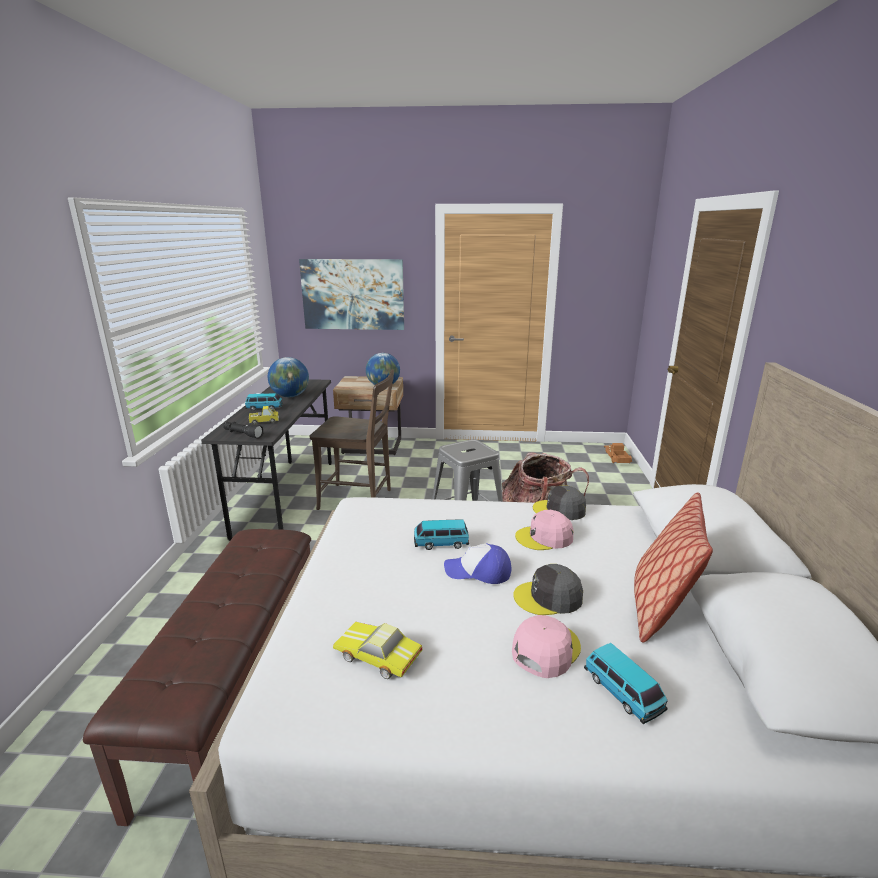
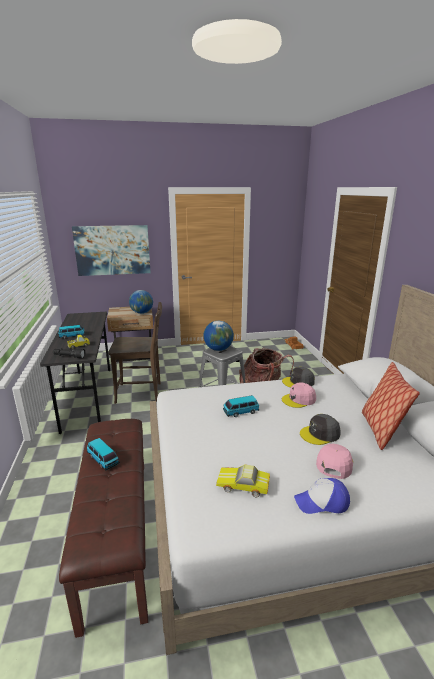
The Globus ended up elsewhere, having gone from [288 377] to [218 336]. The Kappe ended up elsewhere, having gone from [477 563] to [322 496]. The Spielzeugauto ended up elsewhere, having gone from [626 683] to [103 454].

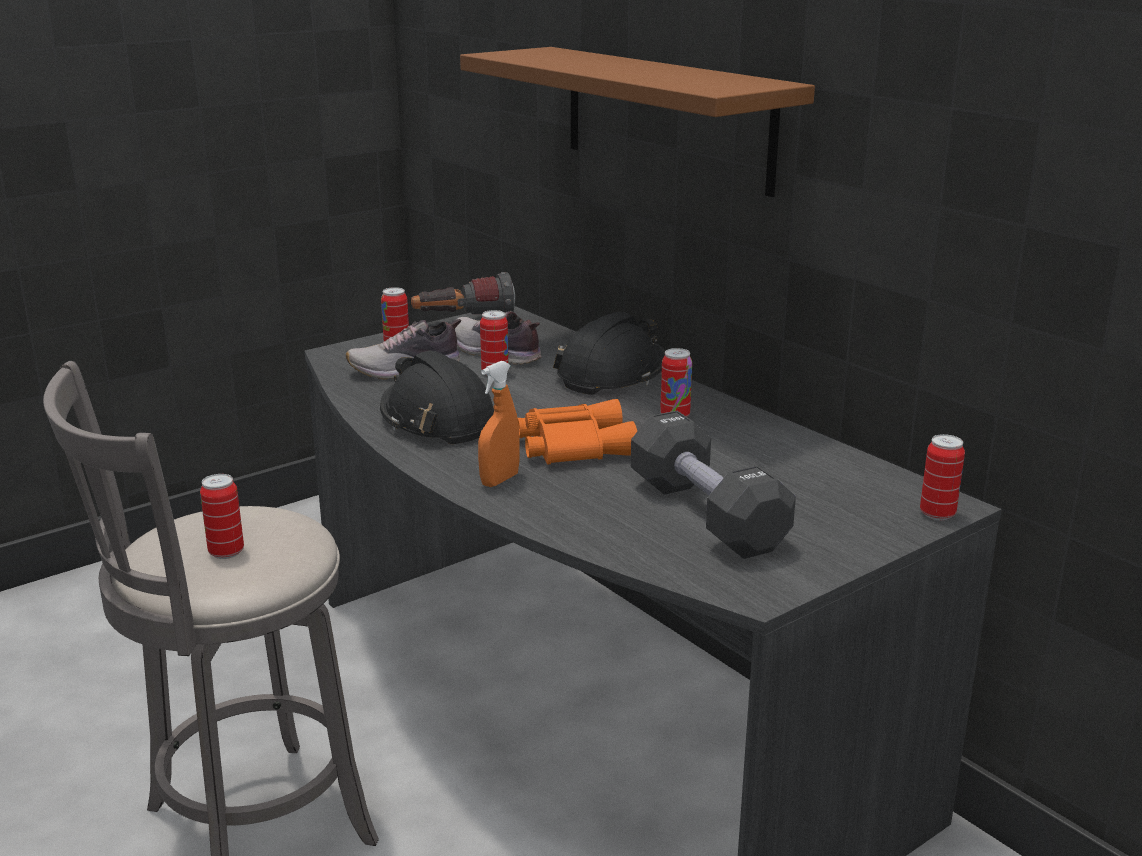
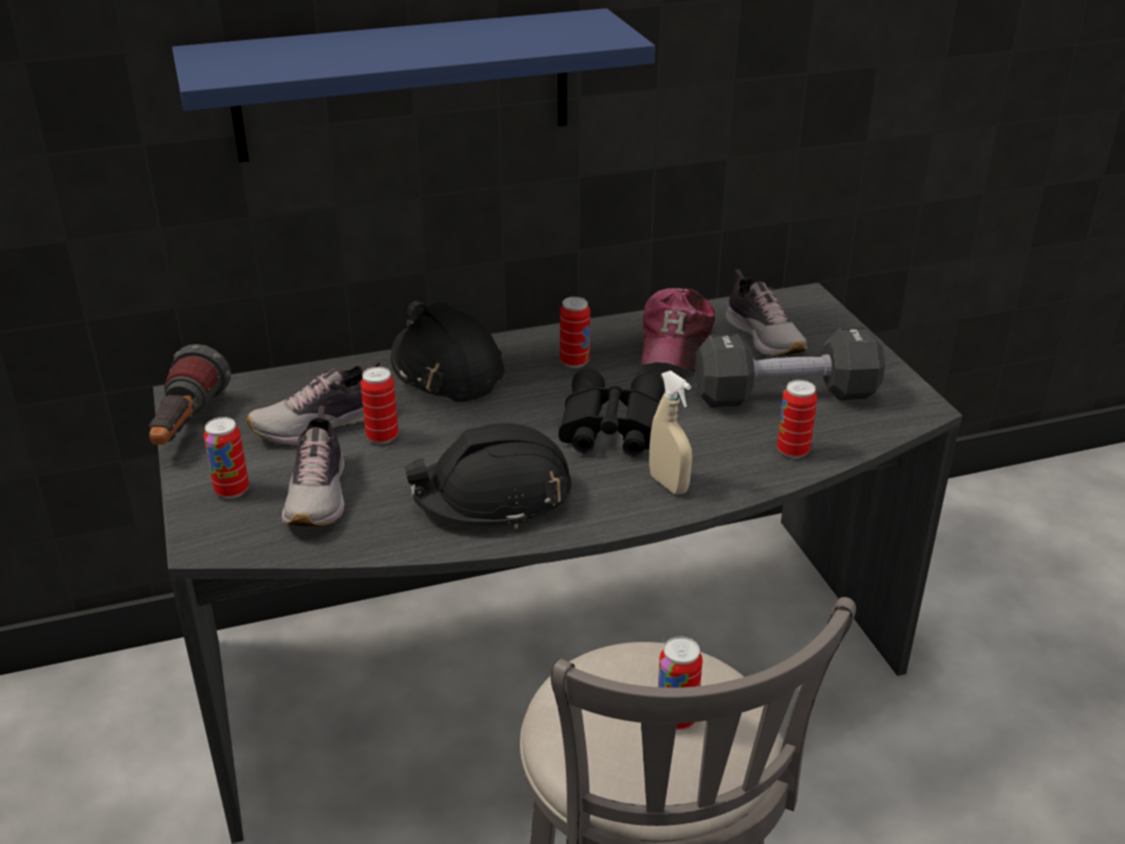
What was the Wandregal/braun at [637 122] turned into the Wandregal/blau at [413 85]. What was the Sprühflasche/orange at [499 424] turned into the Sprühflasche/beige at [670 432]. What was the Fernglas/orange at [577 432] turned into the Fernglas/schwarz at [611 413]. The Dose ended up elsewhere, having gone from [942 477] to [797 419]. The second view gained the Schuh at [766 312]. The second view gained the Kappe at [678 329].

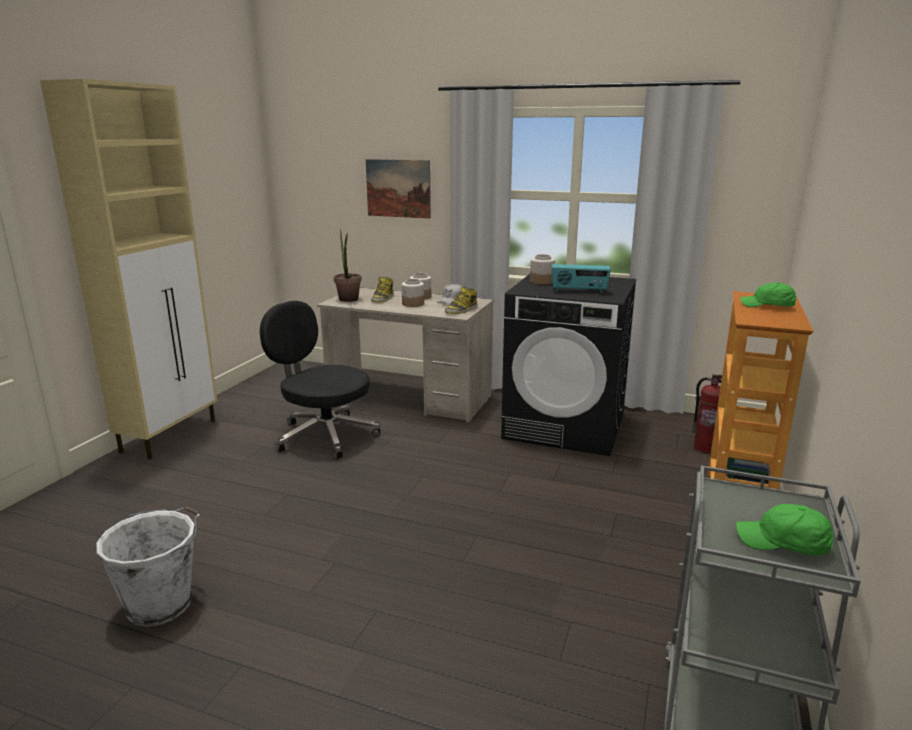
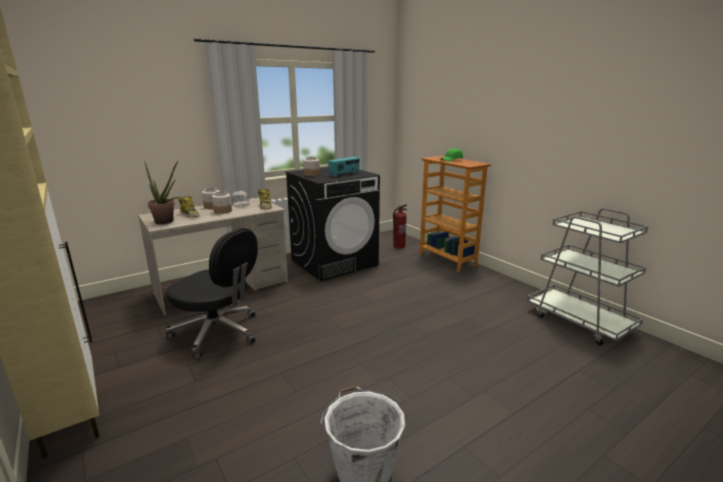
The second view lost the Bild at [398 189]. The Bürostuhl/schwarz at [320 380] ended up facing another way, 135 degrees counterclockwise from before. The second view lost the Kappe/grün at [785 530].

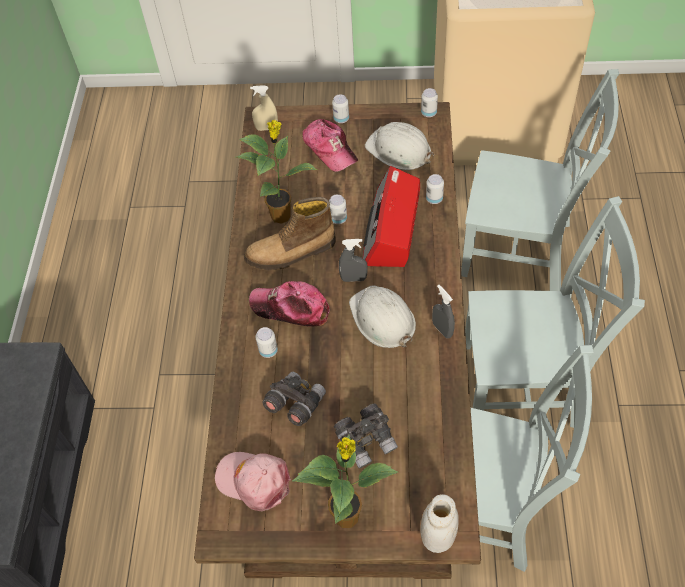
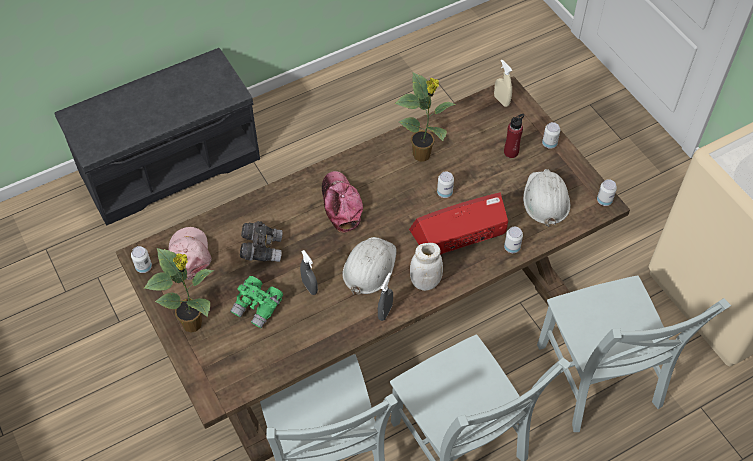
Where the Kappe stood at [330 145], the Flasche/rot came to stand at [514 136]. The second view lost the Stiefel at [290 234]. The Sprühflasche/grau ended up elsewhere, having gone from [353 260] to [309 272]. The Dose ended up elsewhere, having gone from [267 342] to [141 259]. What was the Fernglas/grau at [366 436] turned into the Fernglas/grün at [256 302]. The Vorratsglas/weiß ended up elsewhere, having gone from [439 523] to [426 267].

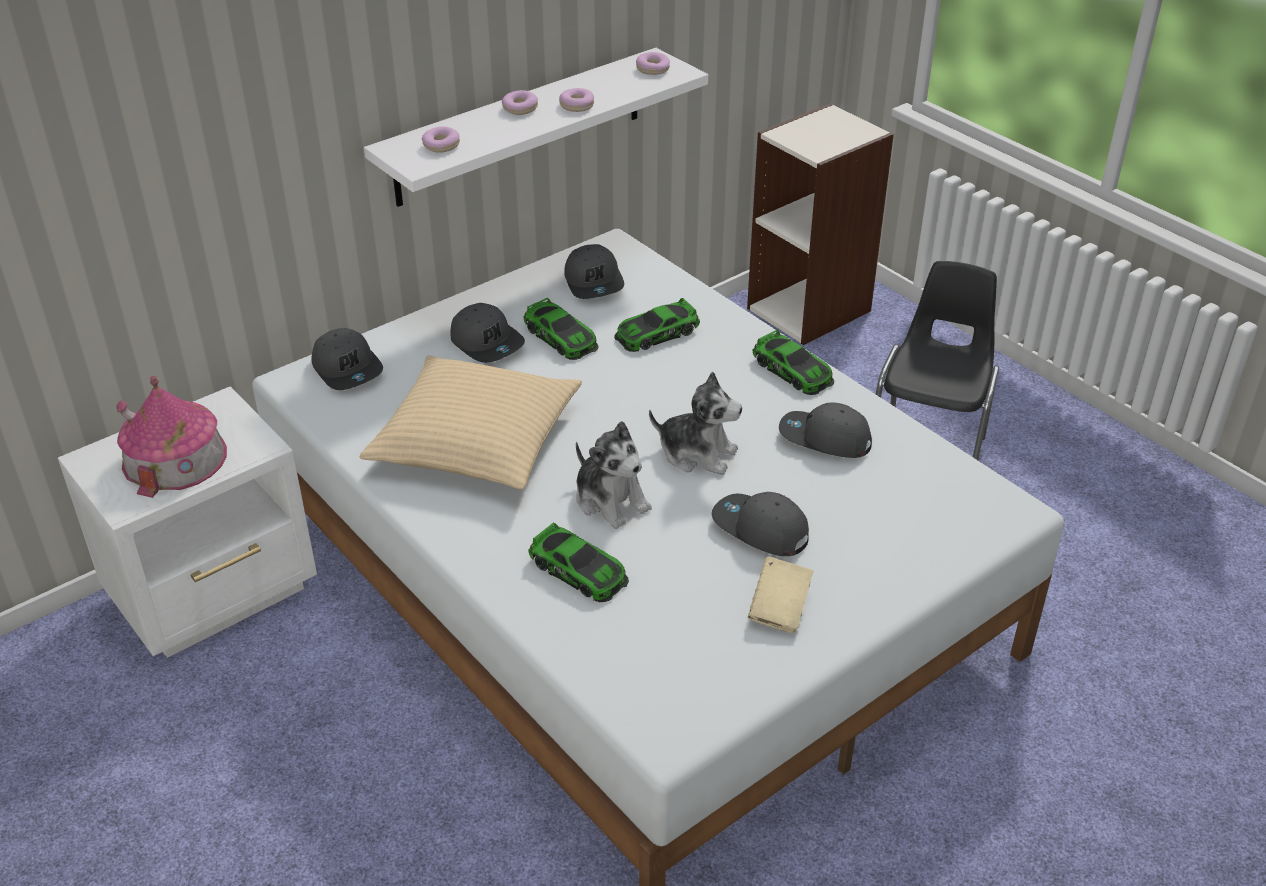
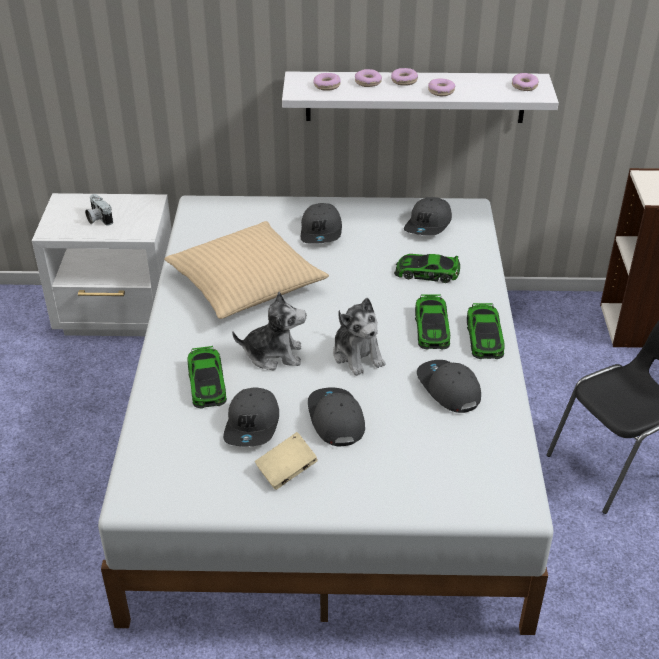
The Spielzeugauto ended up elsewhere, having gone from [561 329] to [432 322]. The Kappe/grau ended up elsewhere, having gone from [347 359] to [251 416]. Where the Spielzeughaus stood at [171 437], the Kamera came to stand at [99 210]. The Plüschtier at [614 475] ended up facing another way, 90 degrees counterclockwise from before. The second view gained the Donut at [368 78].

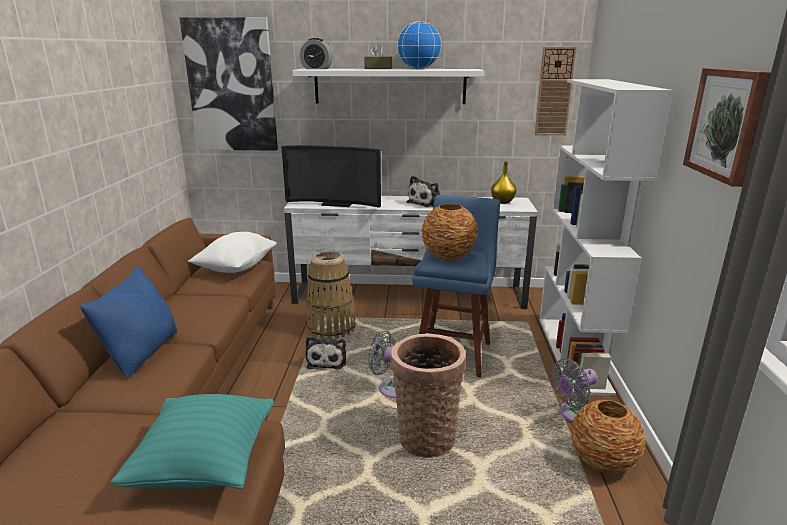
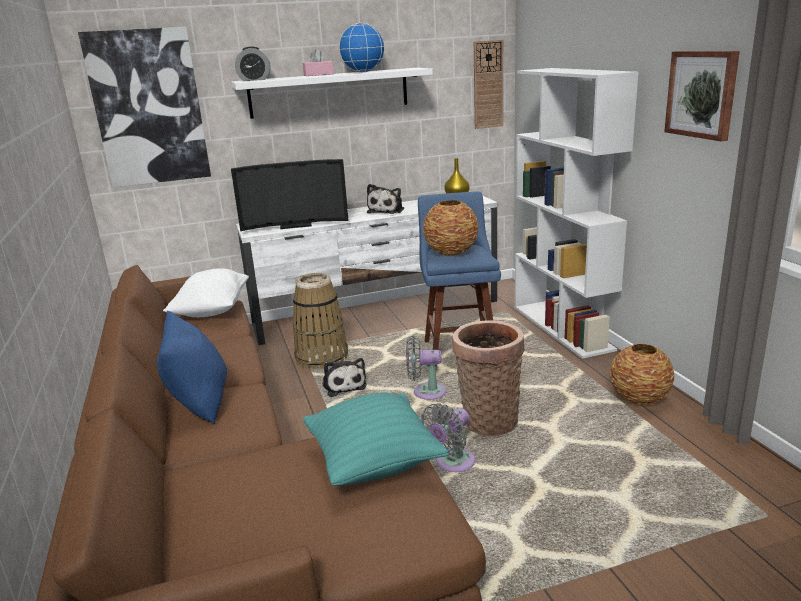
What was the Taschentuchbox/braun at [378 57] turned into the Taschentuchbox/rosa at [318 62]. The Ventilator/grau ended up elsewhere, having gone from [574 391] to [448 437].

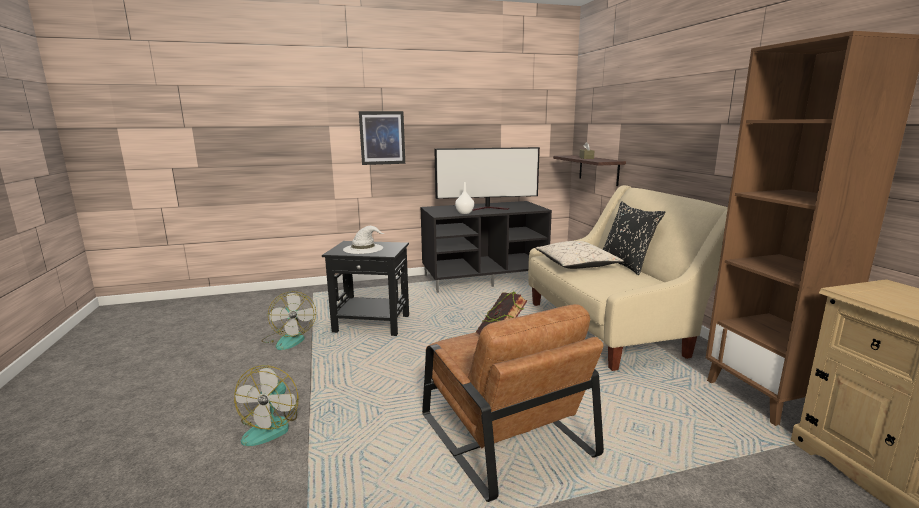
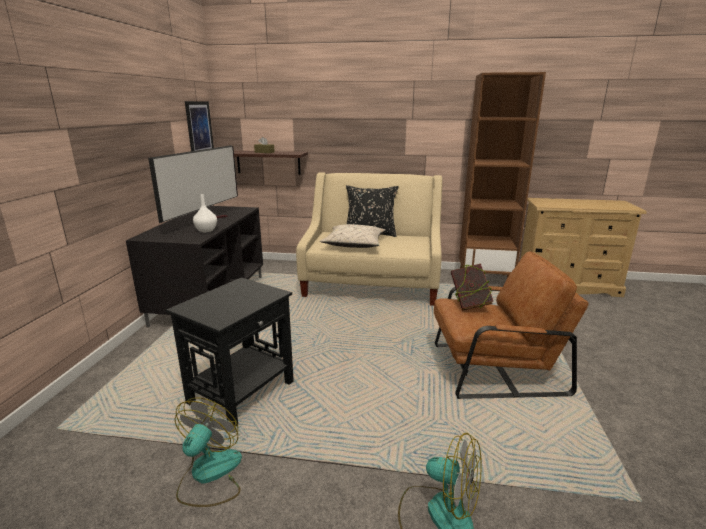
The Bild ended up elsewhere, having gone from [382 138] to [199 126]. The second view lost the Hut/weiß at [364 240]. The Ventilator at [289 320] ended up facing another way, 75 degrees counterclockwise from before.

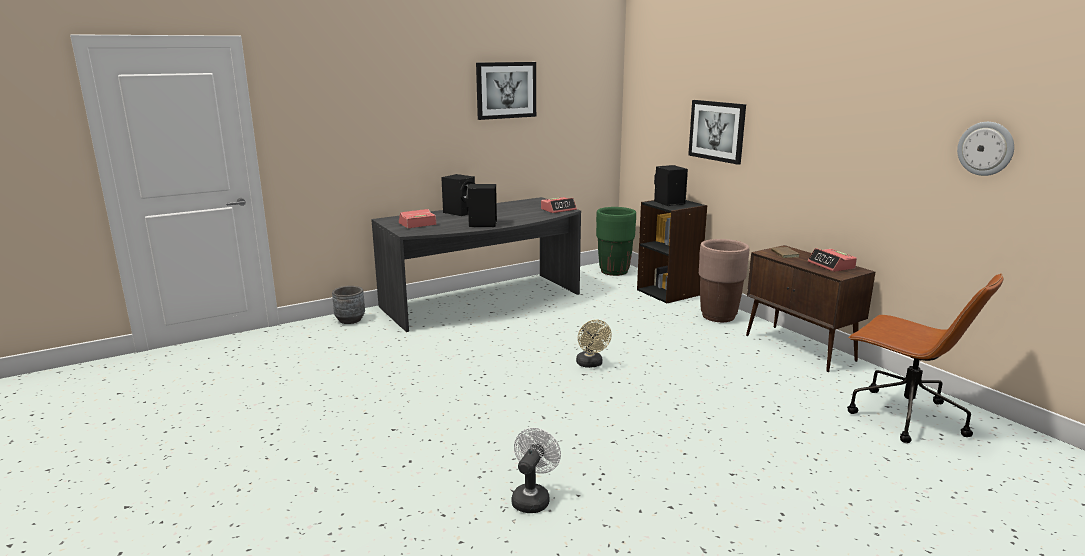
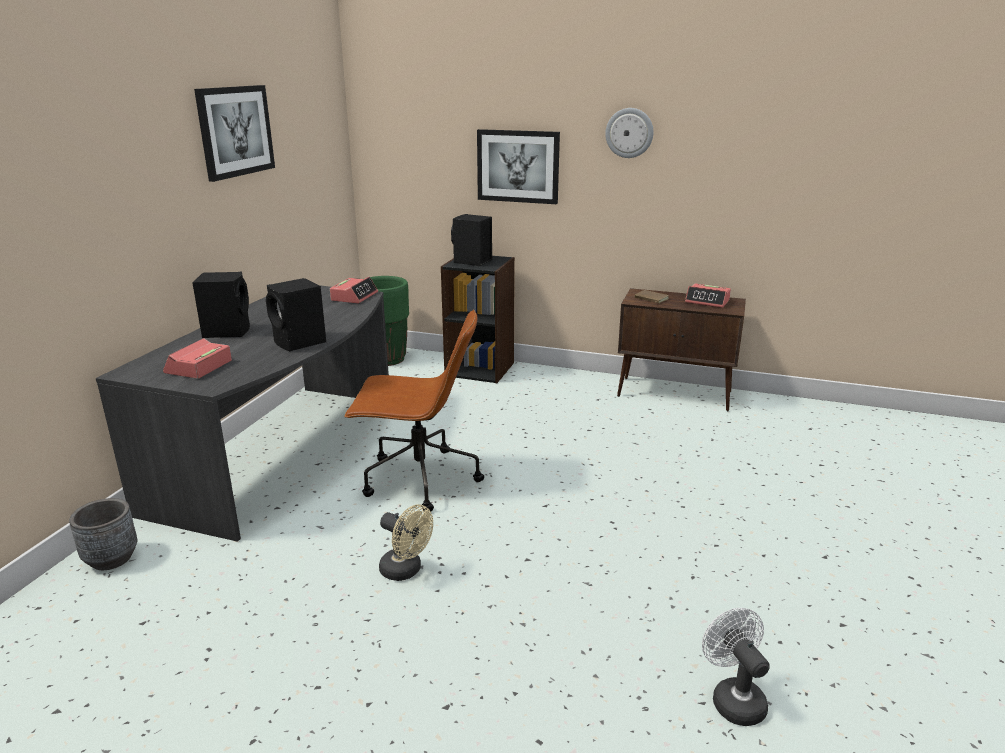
The Wanduhr ended up elsewhere, having gone from [985 149] to [629 133]. The second view lost the Pflanzkübel/braun at [724 280]. The Bürostuhl/braun ended up elsewhere, having gone from [925 358] to [414 410]. The Ventilator/beige ended up elsewhere, having gone from [594 344] to [406 543].

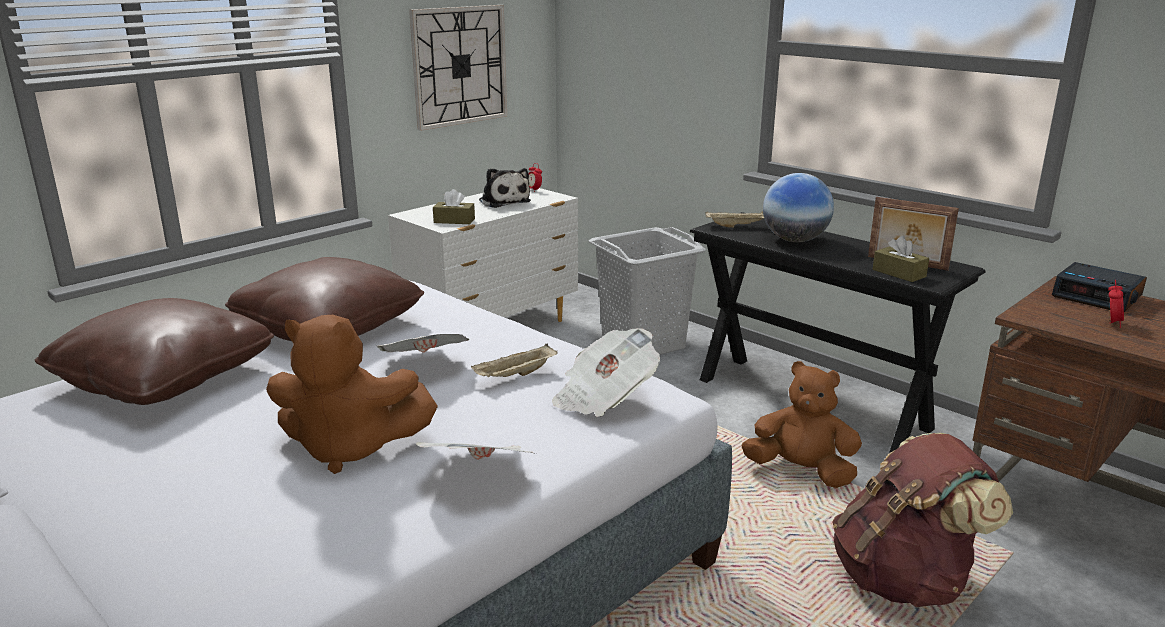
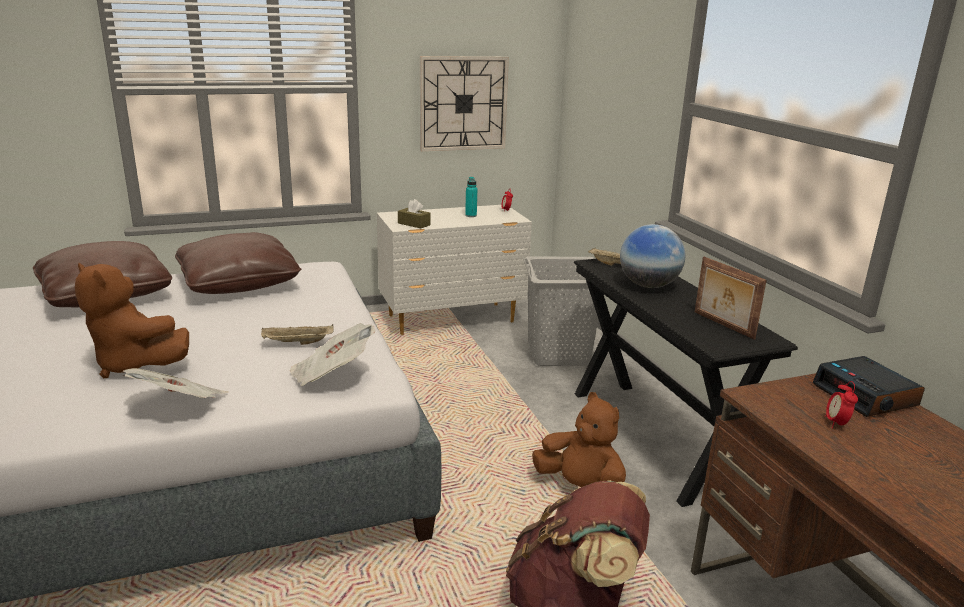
Where the Plüschtier stood at [505 188], the Flasche/türkis came to stand at [471 197]. The second view lost the Taschentuchbox/braun at [901 259]. The Wecker at [1116 304] ended up facing another way, 135 degrees clockwise from before. The second view lost the Zeitung at [423 343].

